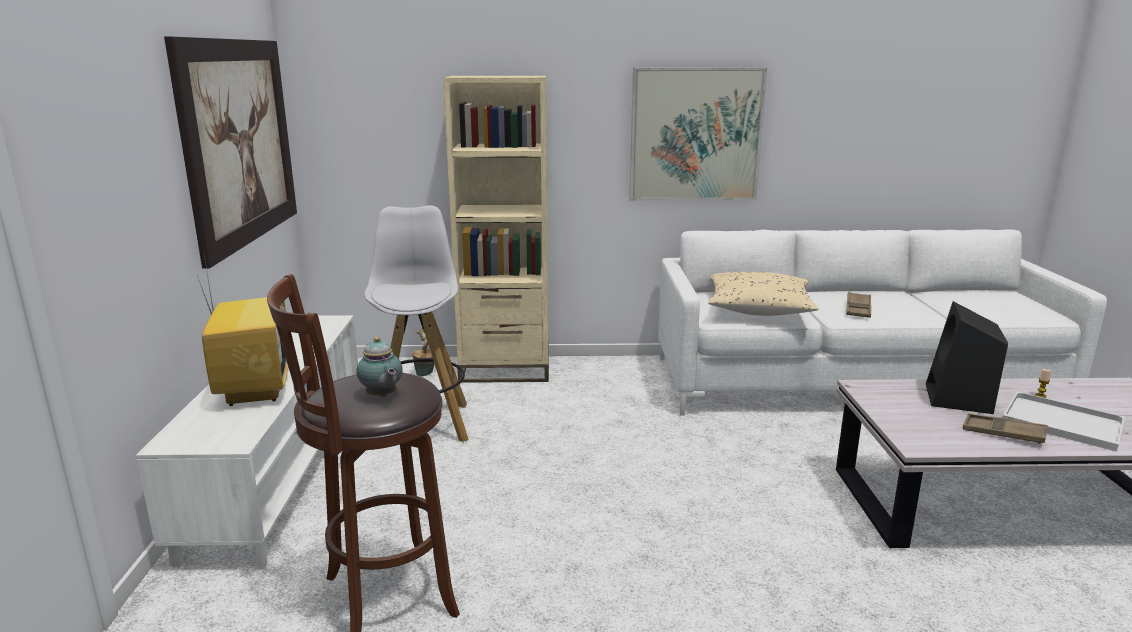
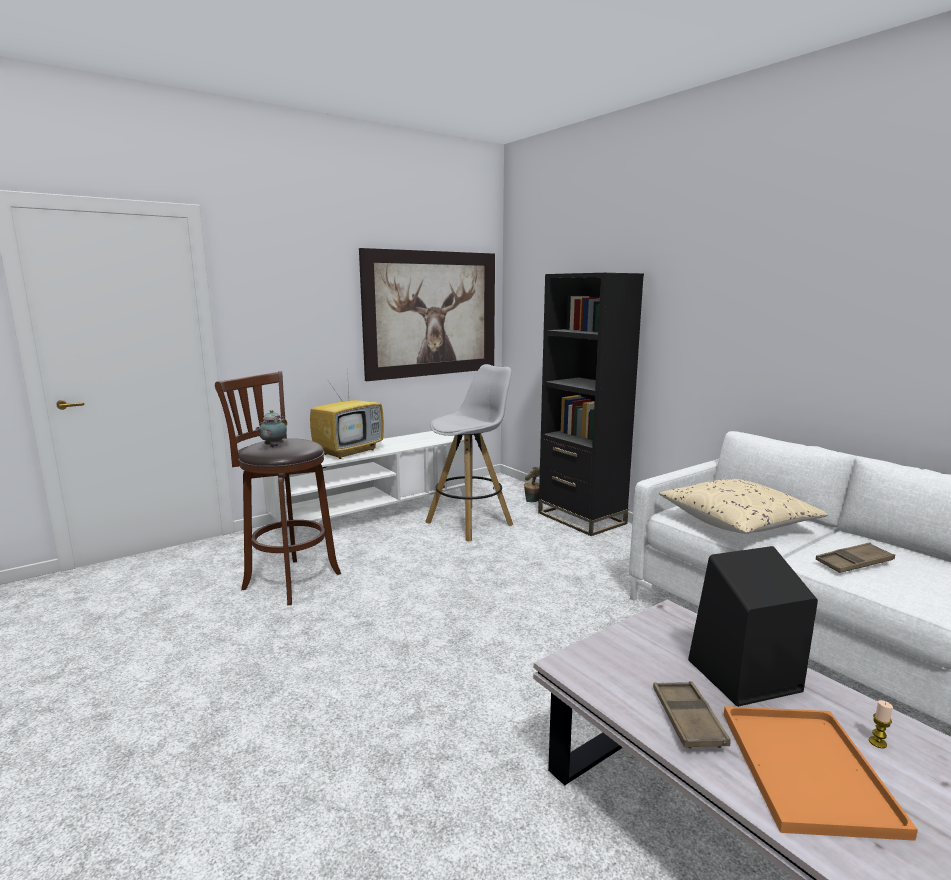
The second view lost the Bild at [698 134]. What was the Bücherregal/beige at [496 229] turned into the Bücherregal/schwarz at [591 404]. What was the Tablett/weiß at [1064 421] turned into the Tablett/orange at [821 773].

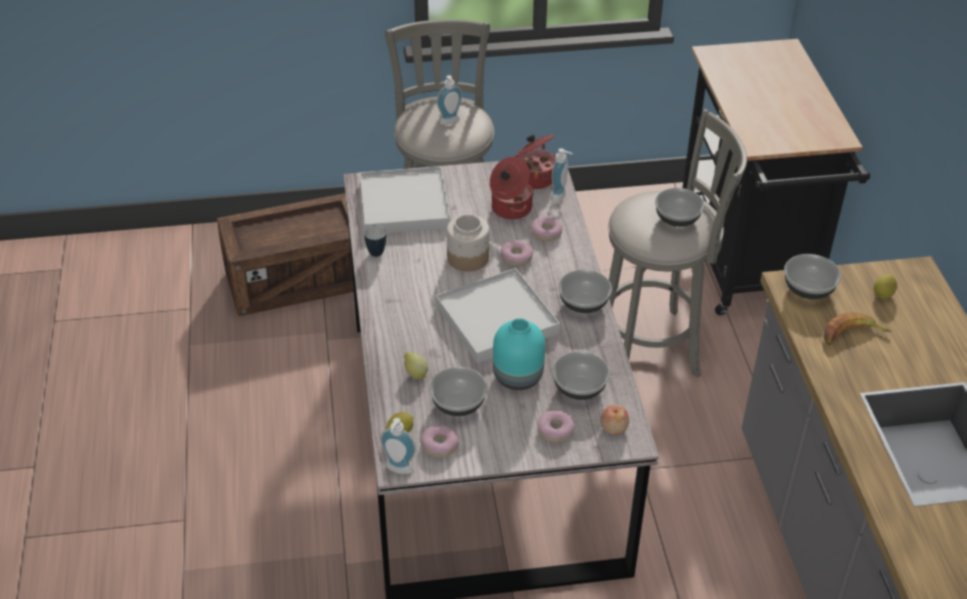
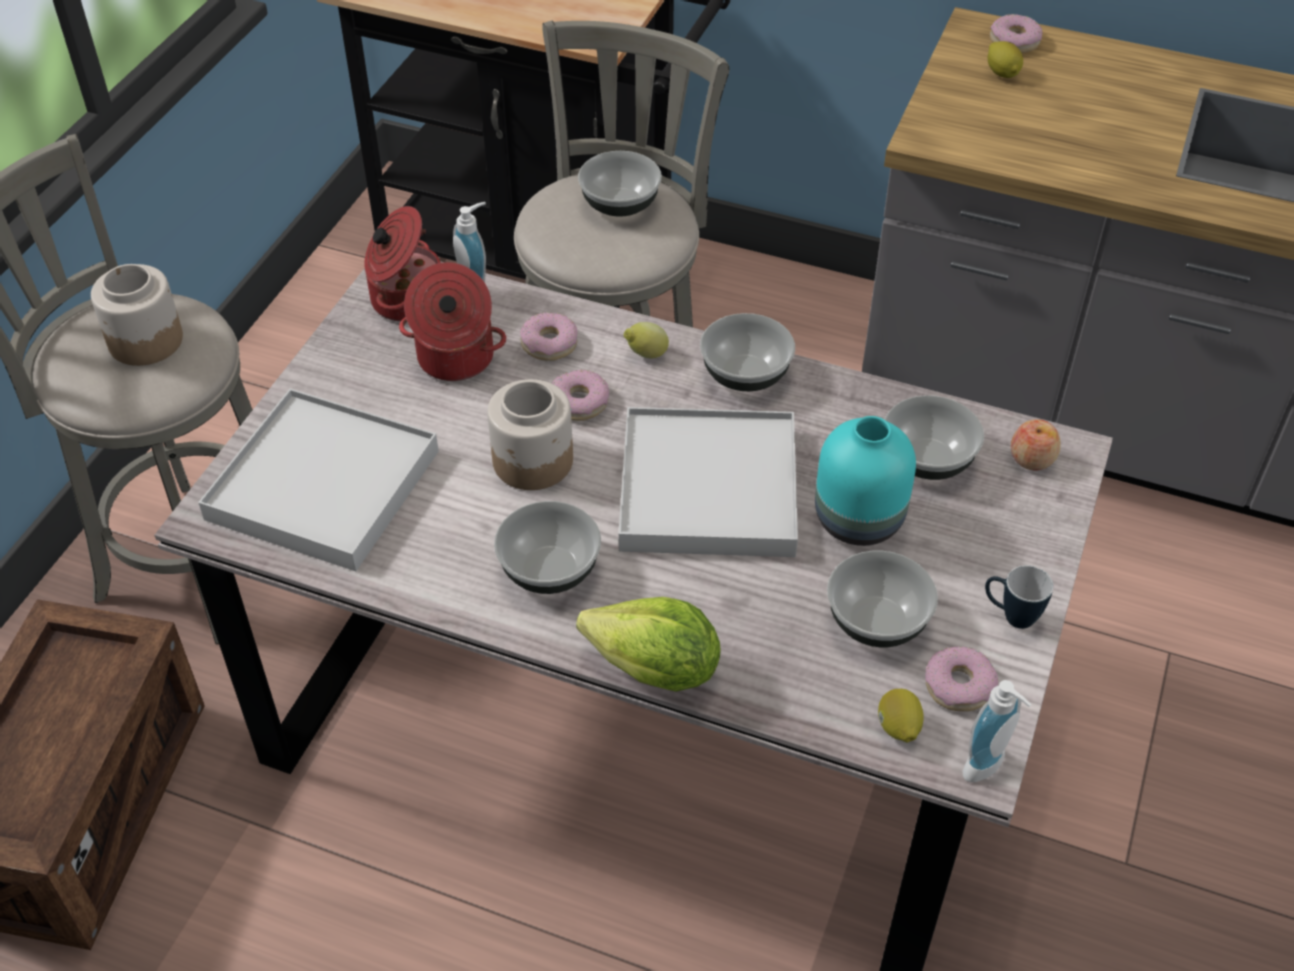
Where the Seifenspender stood at [449 100], the Vorratsglas came to stand at [137 315]. The Henkelbecher ended up elsewhere, having gone from [375 241] to [1019 597]. The Schüssel ended up elsewhere, having gone from [812 276] to [547 547]. The second view lost the Banane at [858 328]. The Zitrone ended up elsewhere, having gone from [416 365] to [646 340]. The Donut ended up elsewhere, having gone from [556 426] to [1016 33]. The second view gained the Salatkopf at [648 644].

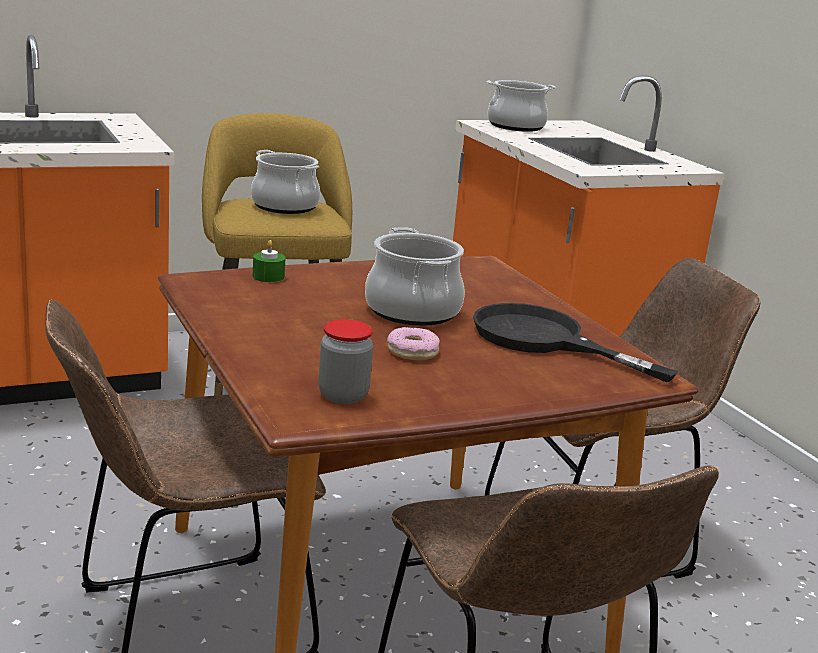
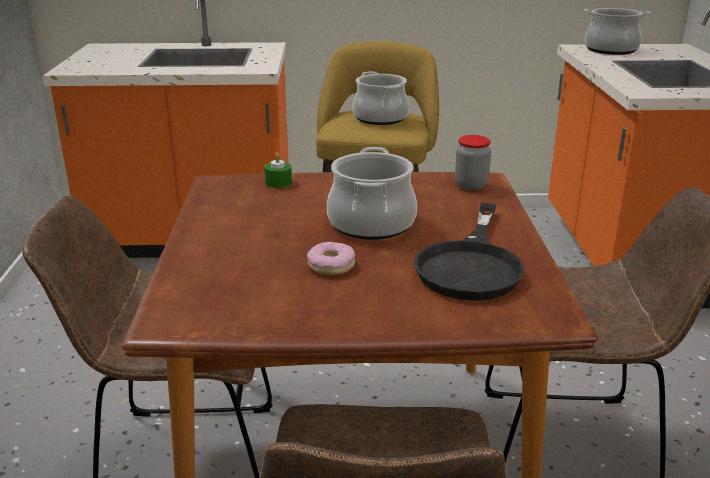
The Pfanne/schwarz at [575 342] ended up facing another way, 135 degrees counterclockwise from before. The Vorratsglas ended up elsewhere, having gone from [346 361] to [473 162].

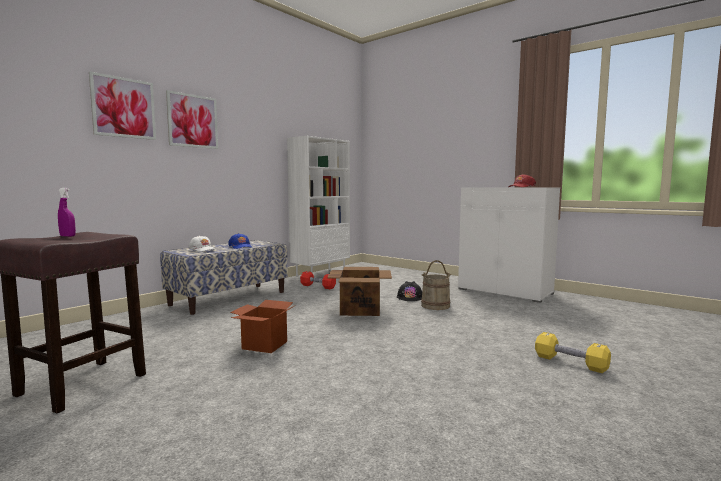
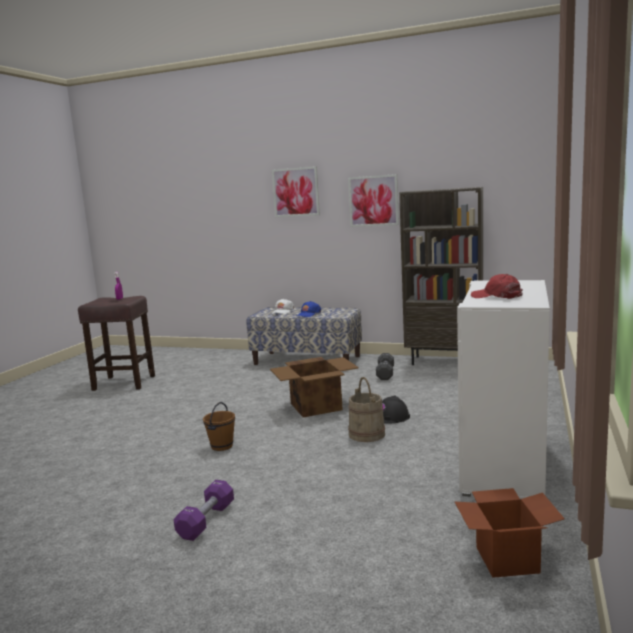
The Bild ended up elsewhere, having gone from [122 106] to [373 200]. What was the Bücherregal/weiß at [318 206] turned into the Bücherregal/braun at [441 276]. What was the Hantel/rot at [318 280] turned into the Hantel/schwarz at [385 366]. The Karton ended up elsewhere, having gone from [263 326] to [509 533]. What was the Hantel/gelb at [573 352] turned into the Hantel/lila at [203 510]. The second view gained the Eimer/braun at [219 426].

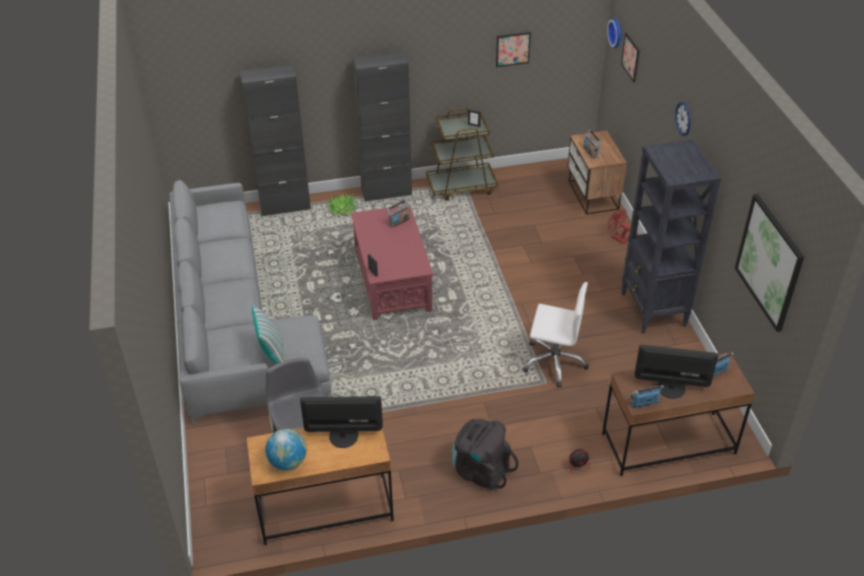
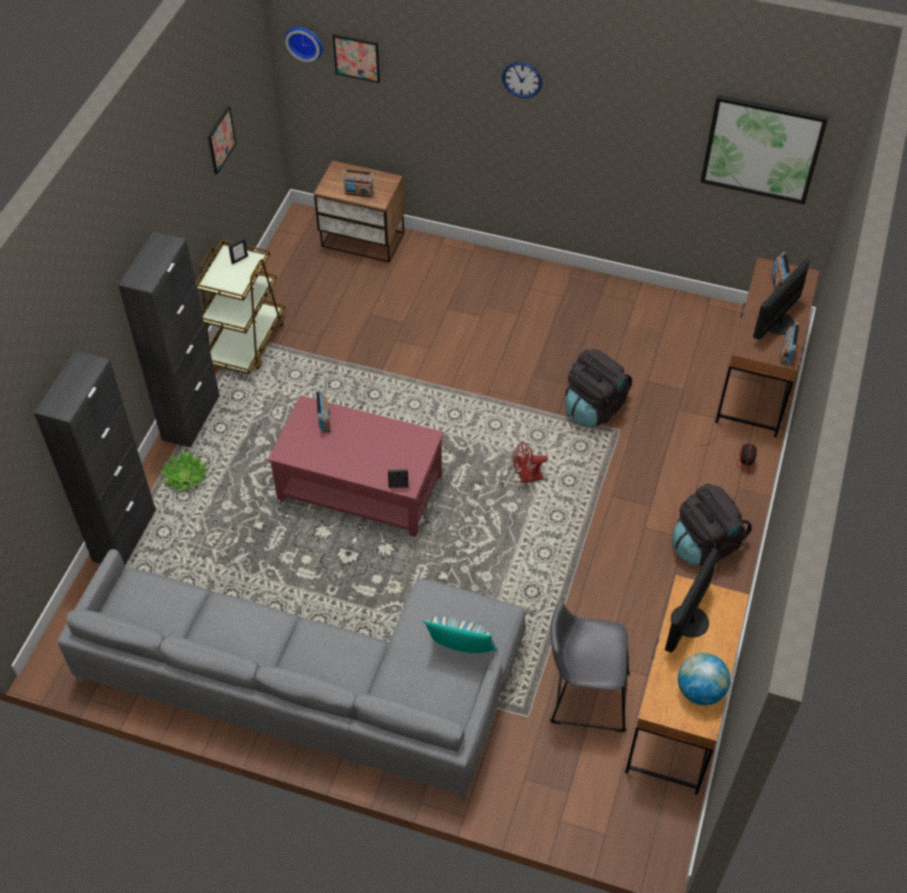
The second view lost the Bücherregal/schwarz at [671 236]. The Ventilator/rot ended up elsewhere, having gone from [619 226] to [530 462]. Where the Bürostuhl/weiß stood at [555 334], the Rucksack/schwarz came to stand at [598 388].

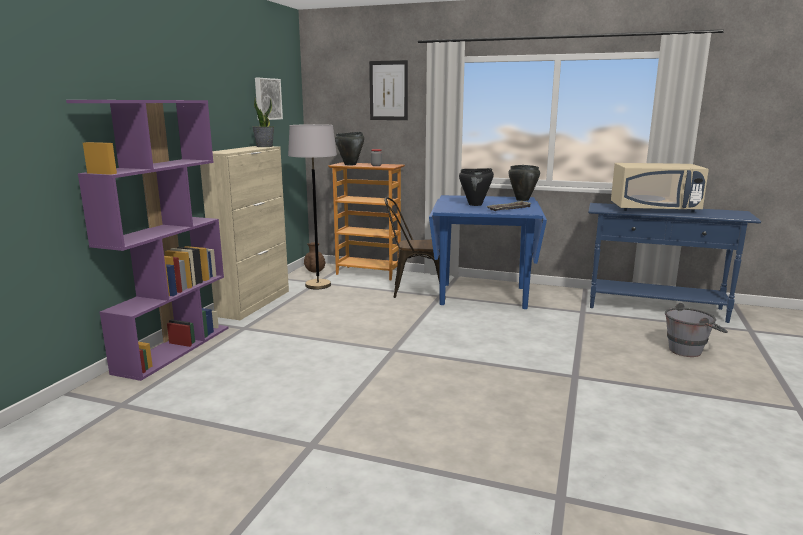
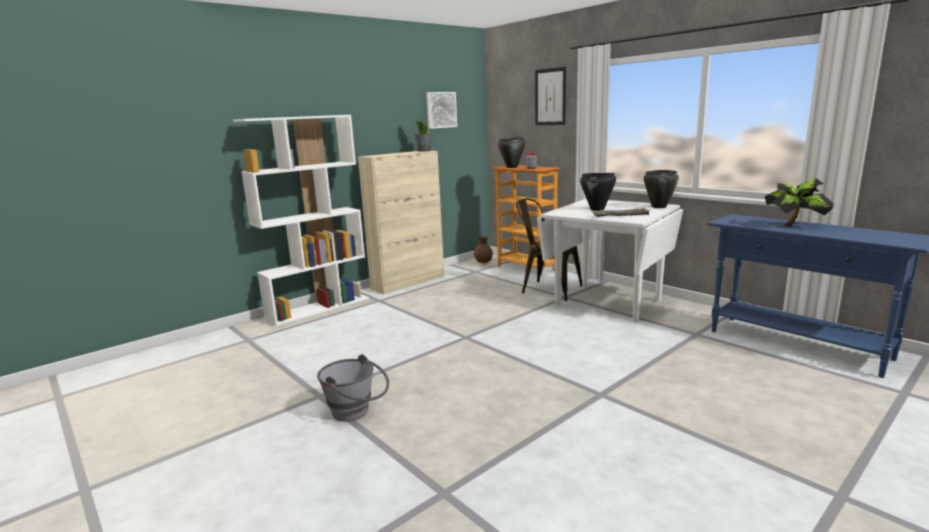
What was the Bücherregal/lila at [147 240] turned into the Bücherregal/weiß at [301 220]. The second view lost the Stehlampe/grau at [312 207]. Where the Mikrowelle/beige stood at [660 187], the Topfpflanze came to stand at [799 202]. What was the Esstisch/blau at [488 252] turned into the Esstisch/weiß at [610 260]. The Eimer/grau ended up elsewhere, having gone from [696 330] to [353 388].

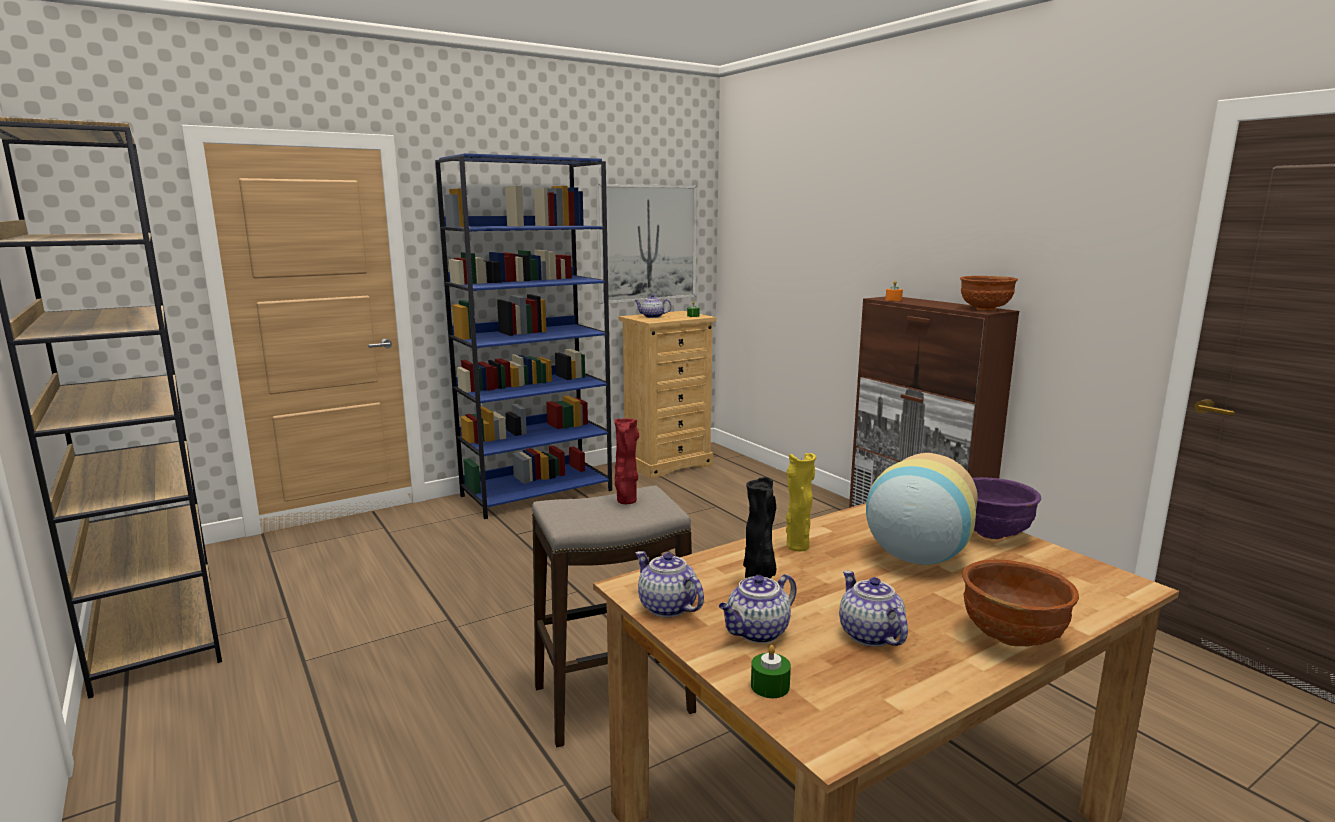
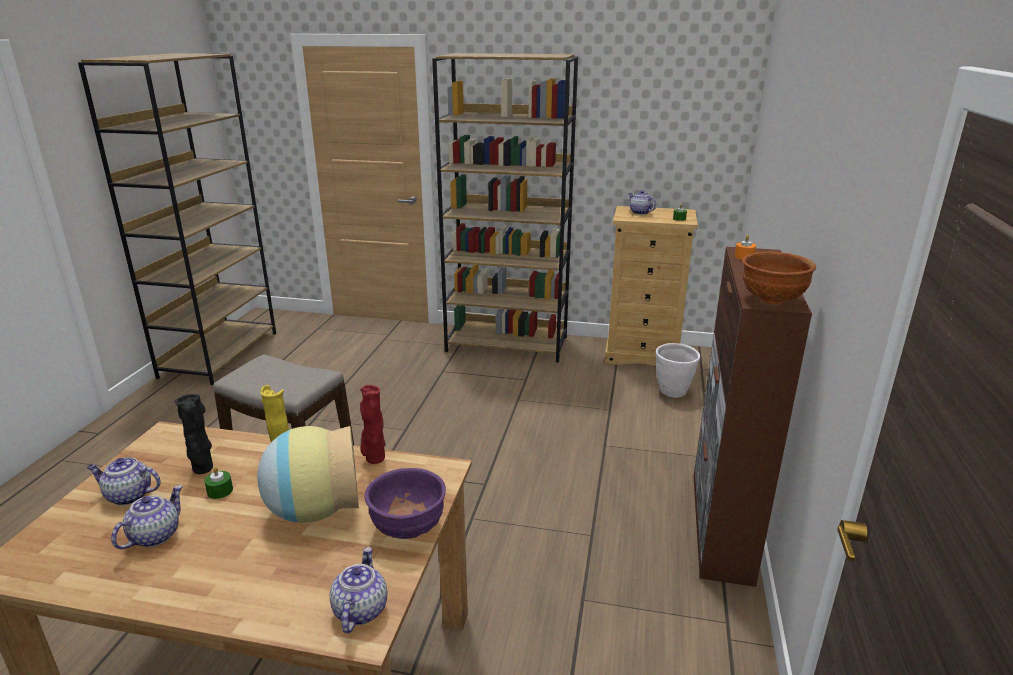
What was the Bücherregal/blau at [523 336] turned into the Bücherregal/braun at [505 208]. The second view lost the Bild at [646 244]. The Vase/rot ended up elsewhere, having gone from [626 461] to [373 424]. The Teekanne ended up elsewhere, having gone from [670 584] to [358 590]. The second view lost the Schüssel/braun at [1020 603]. The Kerze/grün ended up elsewhere, having gone from [771 671] to [218 483]. The second view gained the Pflanzkübel/weiß at [678 370].

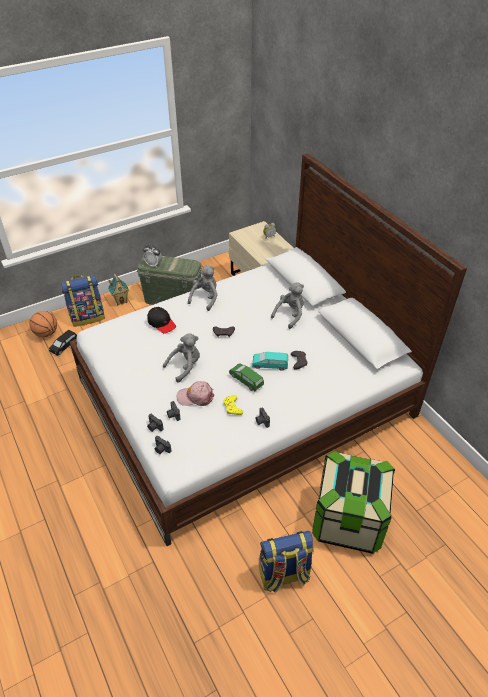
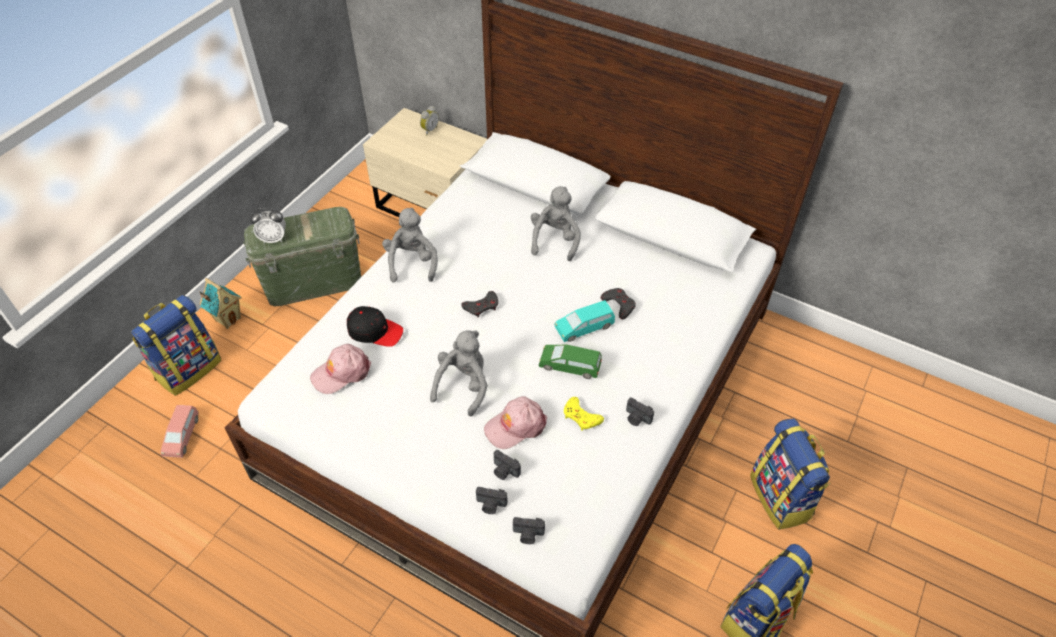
The second view lost the Basketball at [43 324]. What was the Spielzeugauto/schwarz at [63 343] turned into the Spielzeugauto/rosa at [180 431]. Where the Aufbewahrungsbox stood at [353 502], the Rucksack came to stand at [790 474]. The second view gained the Kappe/rosa at [340 369].

